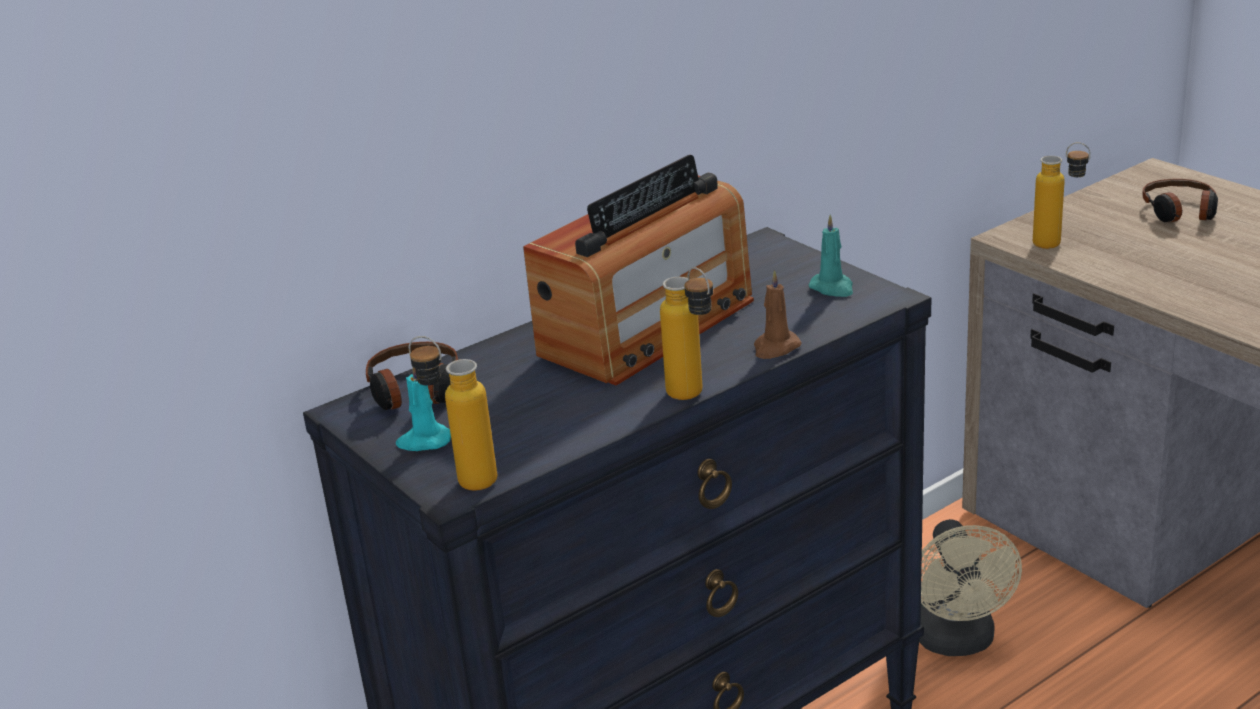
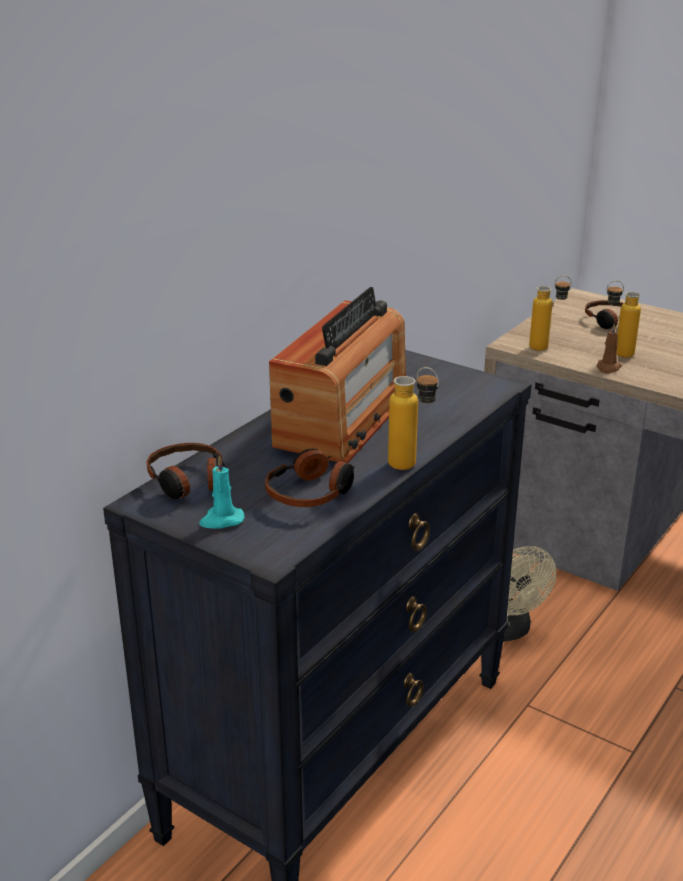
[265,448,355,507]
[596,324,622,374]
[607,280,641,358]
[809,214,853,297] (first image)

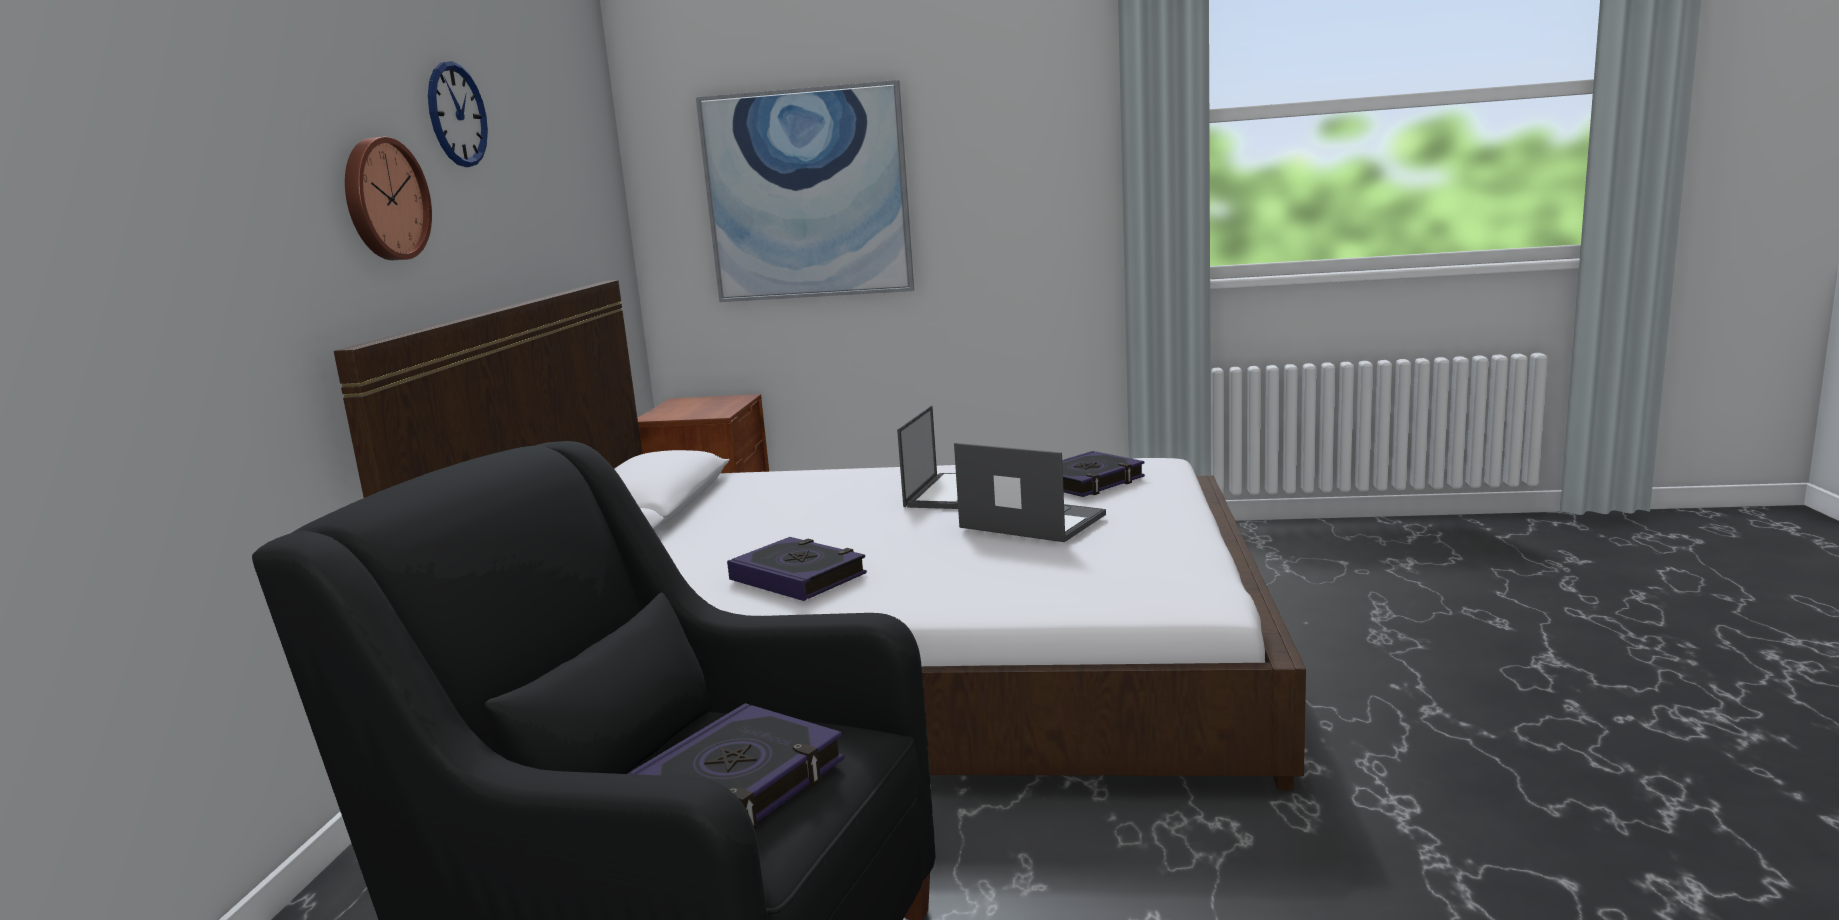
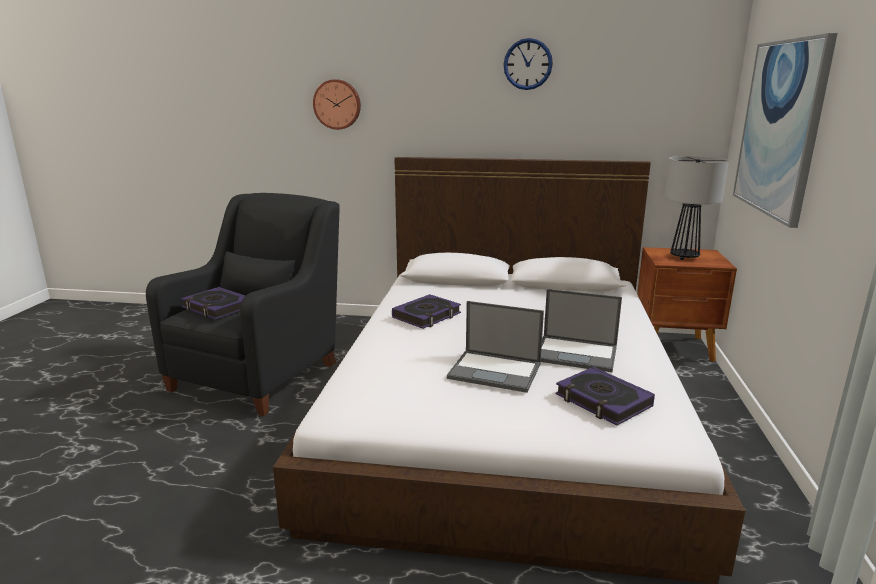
[313,79,361,130]
[447,301,544,393]
[664,156,729,260]

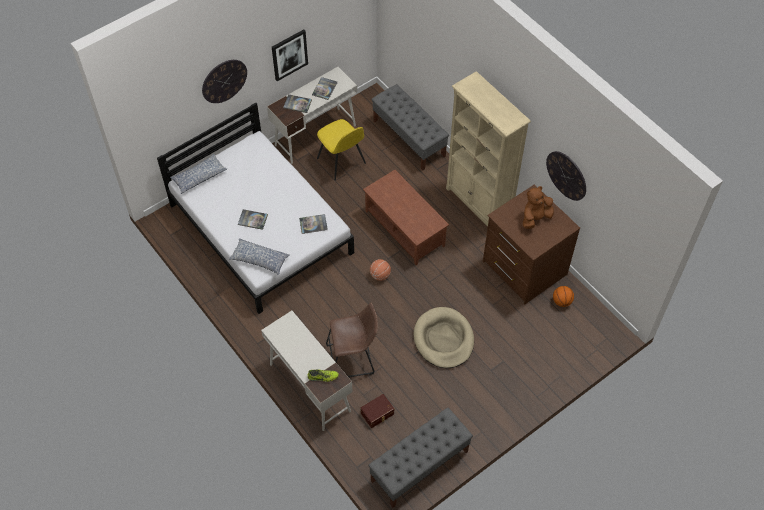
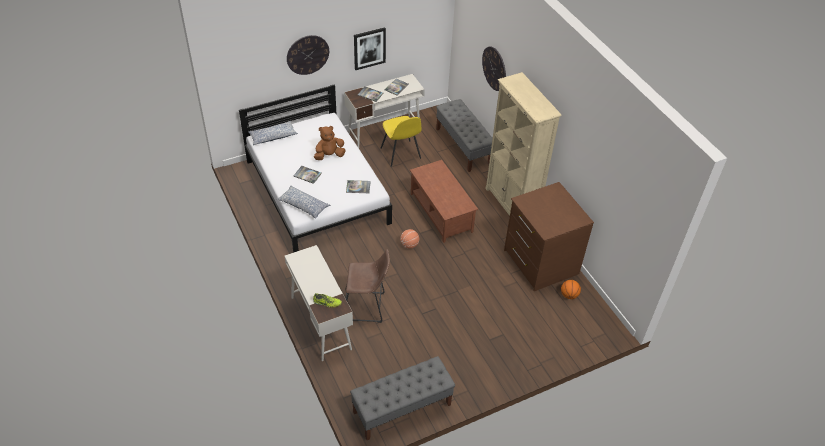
[314,126,346,160]
[482,46,506,91]
[361,394,394,428] (first image)
[414,307,474,368] (first image)

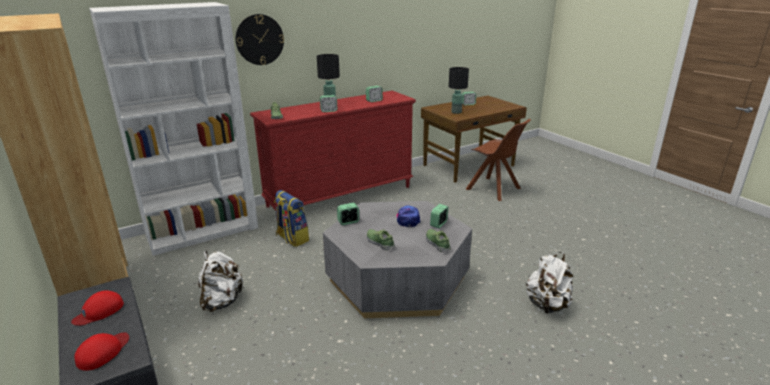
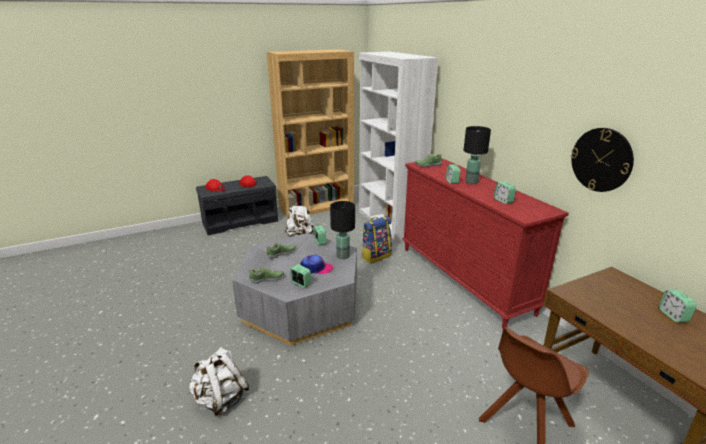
[330,201,355,259]
[571,128,634,192]

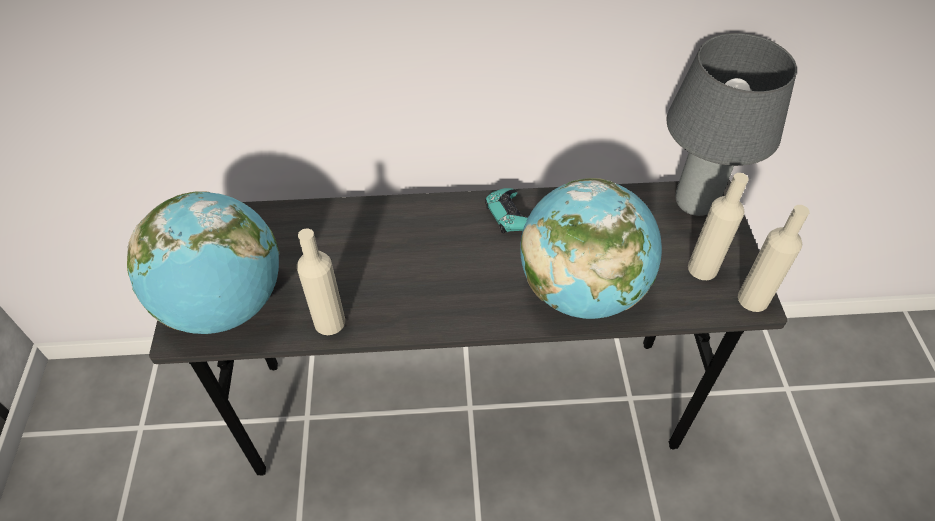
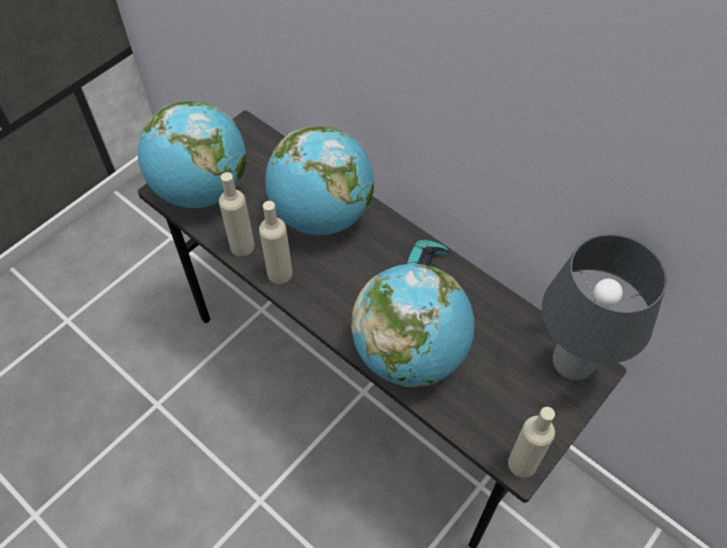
[259,201,292,284]
[265,126,374,235]

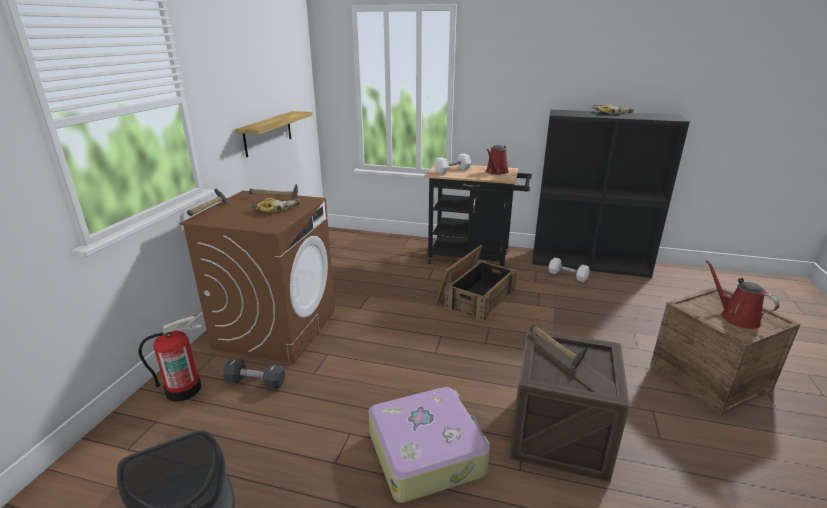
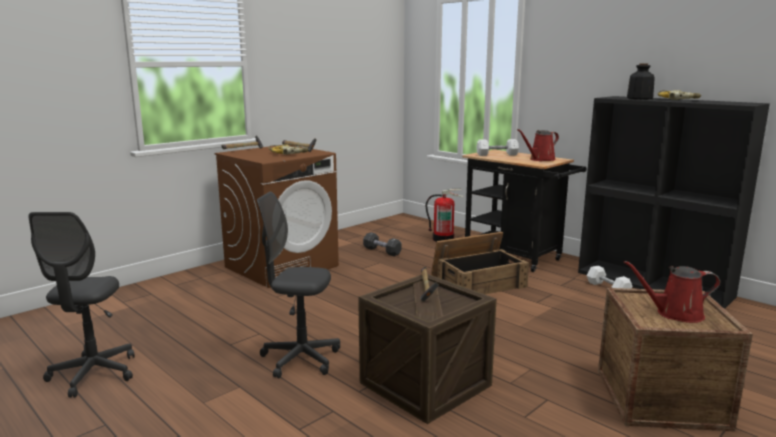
[257,192,340,378]
[363,232,402,256]
[426,188,464,242]
[624,261,720,323]
[627,63,655,99]
[235,111,313,157] (first image)

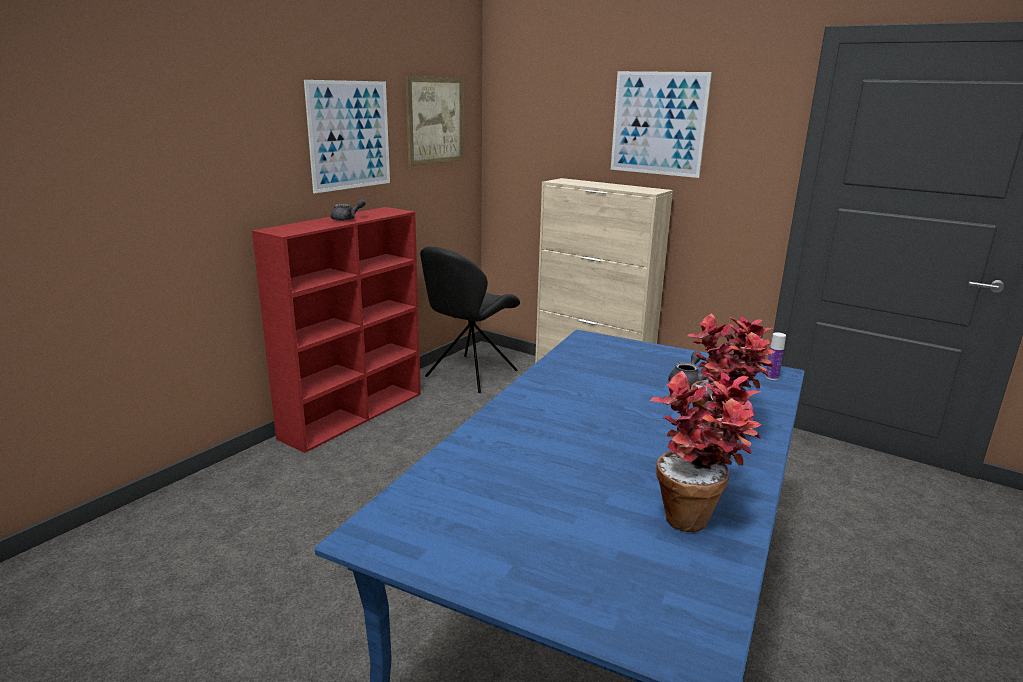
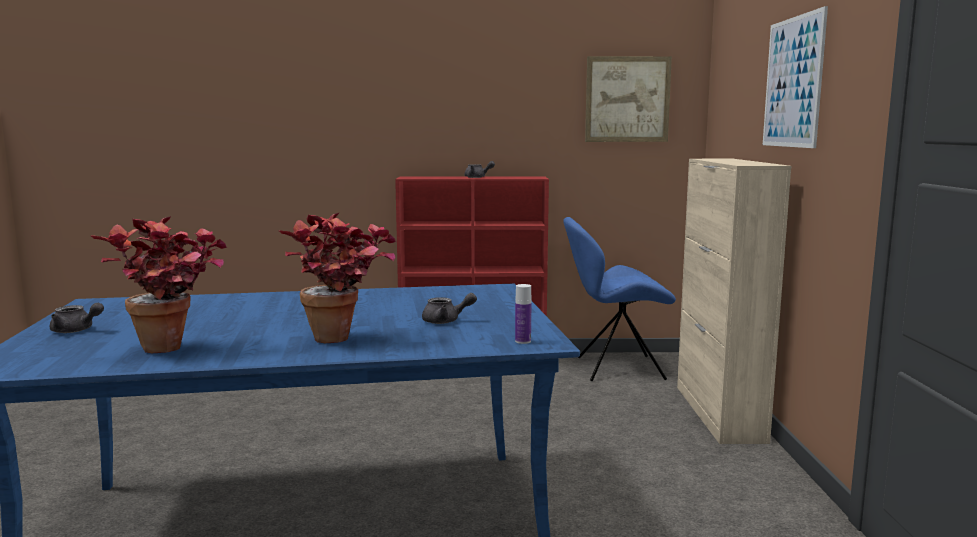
[49,303,104,333]
[563,217,676,381]
[304,80,390,193] (first image)

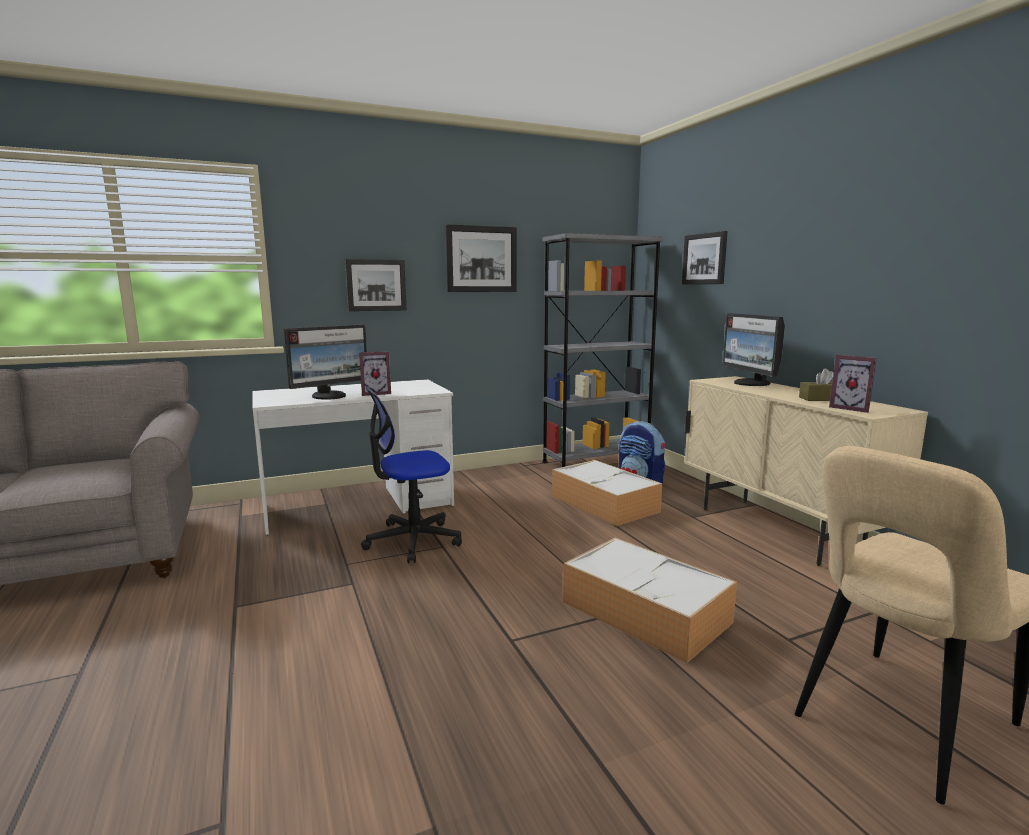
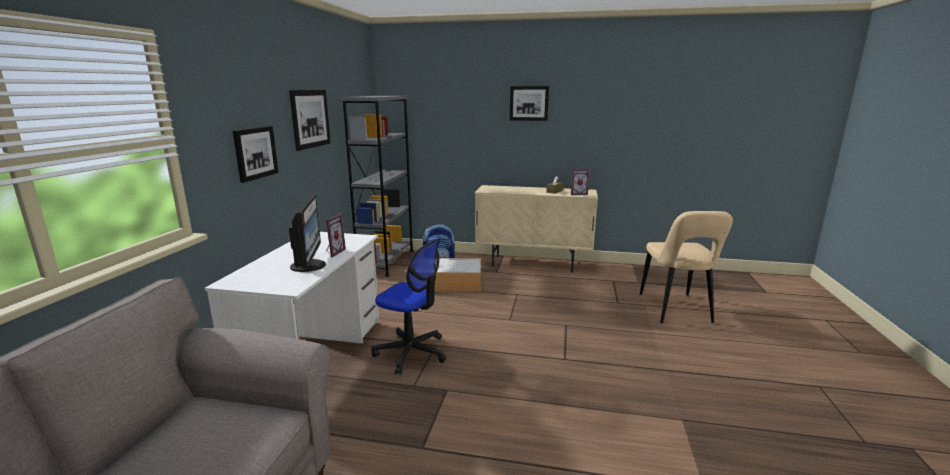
[372,237,447,375]
[510,86,549,121]
[563,538,737,663] (first image)
[722,313,785,386] (first image)

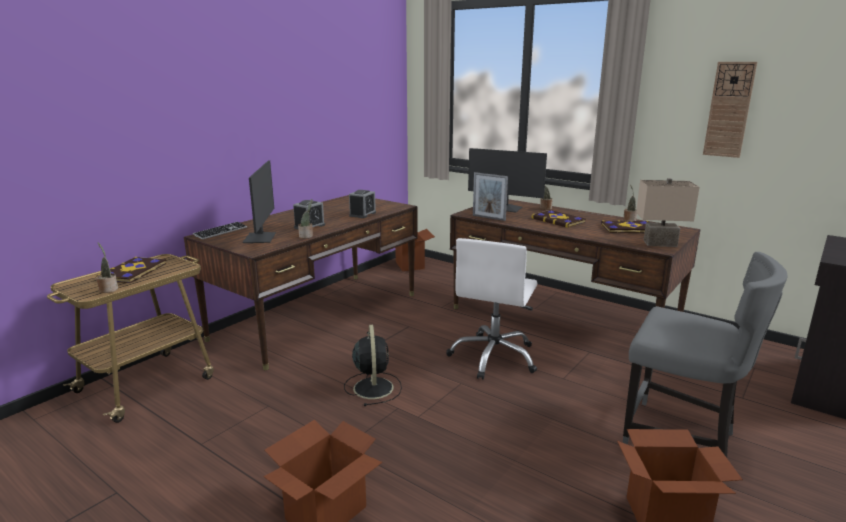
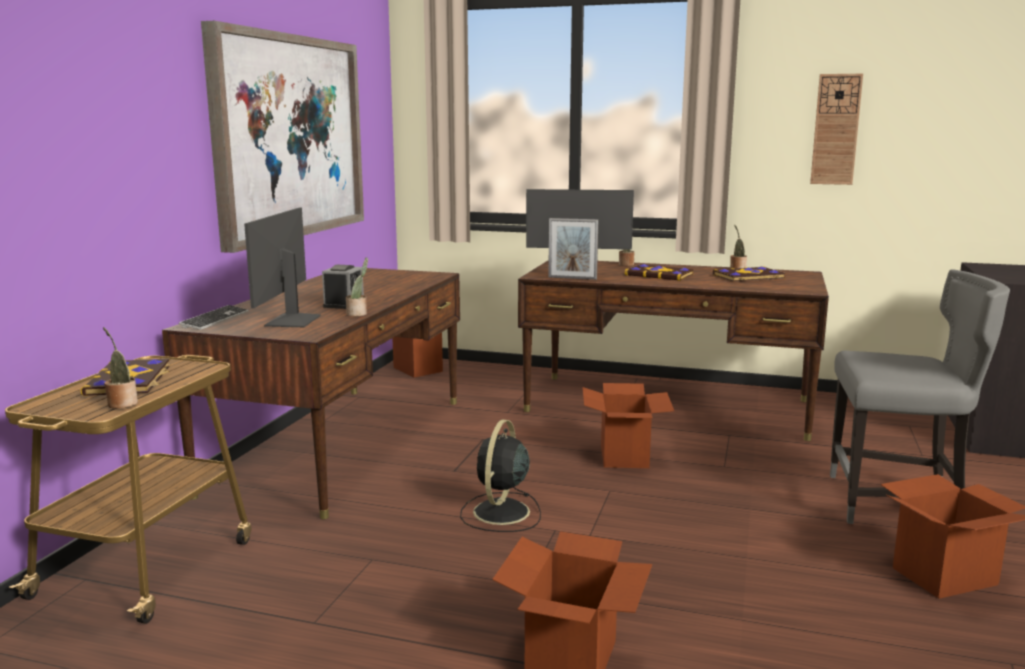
[201,21,364,253]
[244,207,321,327]
[460,419,541,532]
[582,383,674,468]
[349,190,376,218] (first image)
[636,178,700,247] (first image)

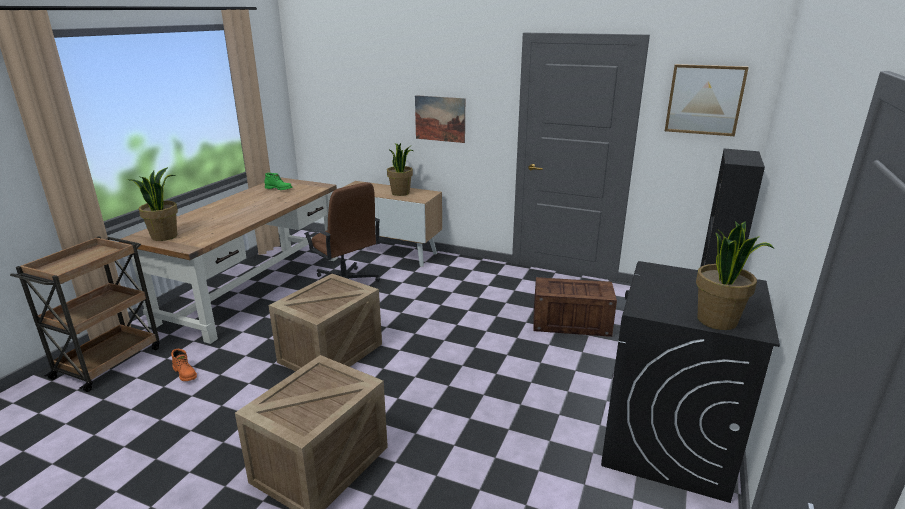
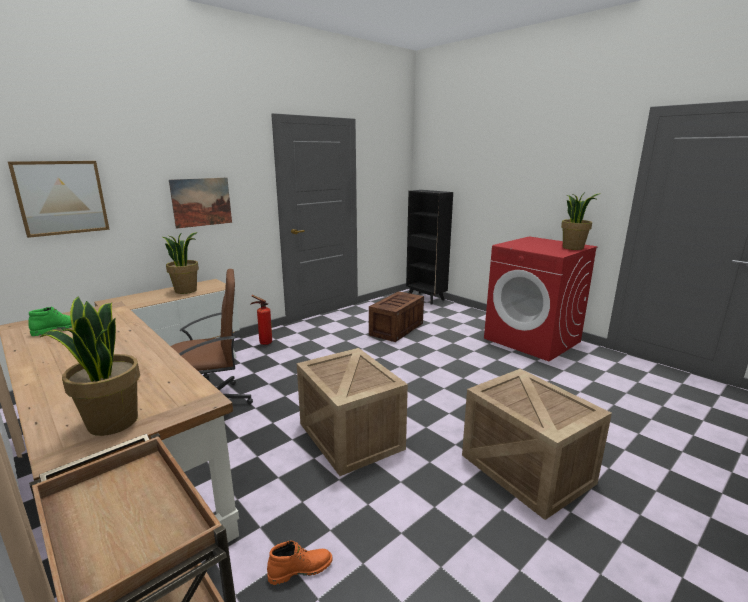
[8,161,110,238]
[250,295,272,345]
[484,236,598,361]

